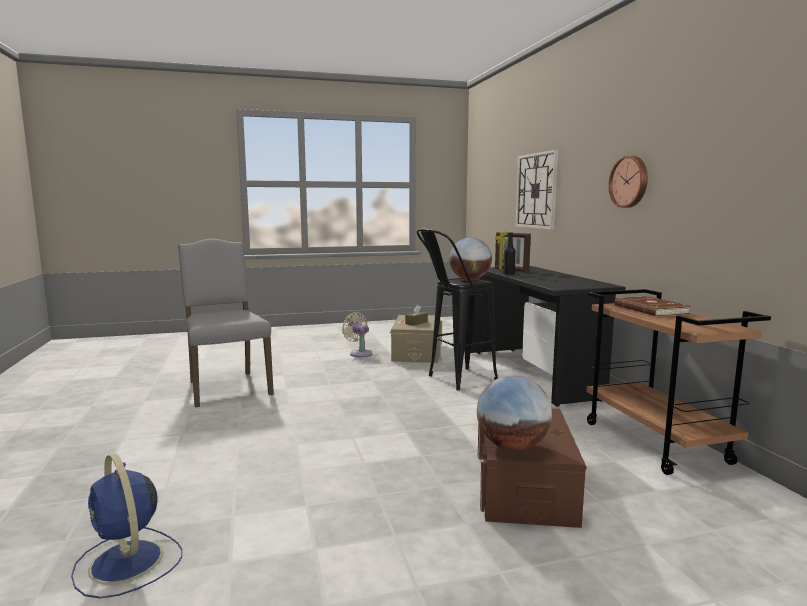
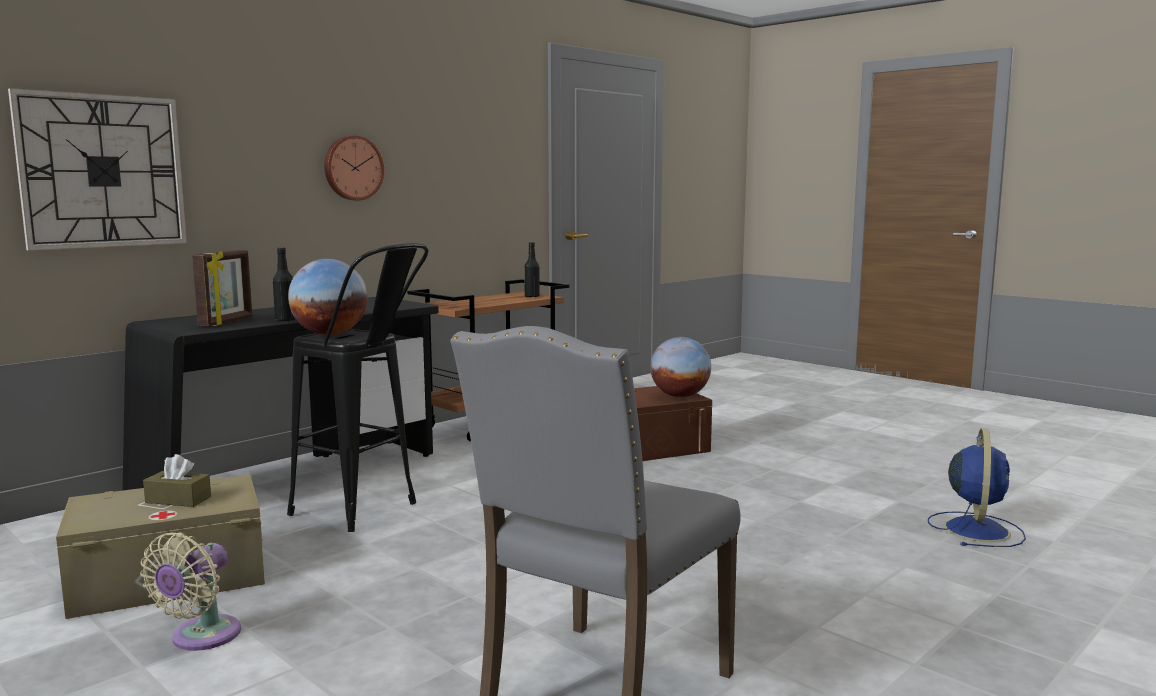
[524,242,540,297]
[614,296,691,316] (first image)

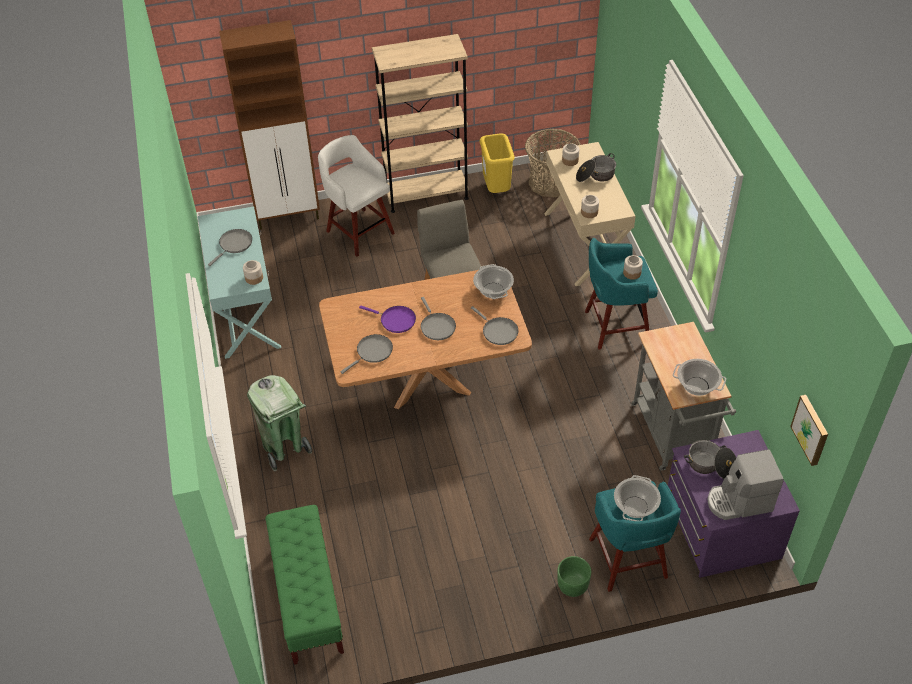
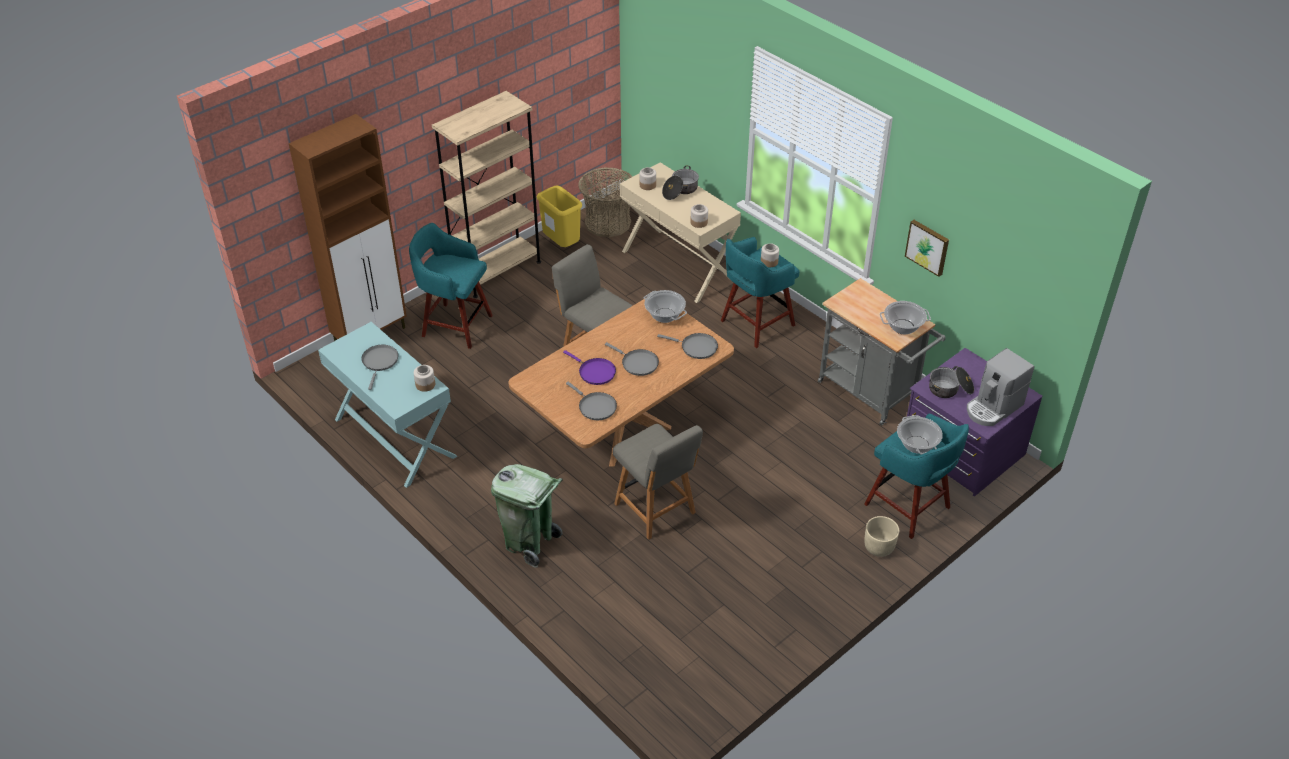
[409,223,493,349]
[563,350,616,385]
[566,382,617,420]
[613,424,703,540]
[865,516,899,557]
[905,220,949,277]
[265,505,344,665] (first image)

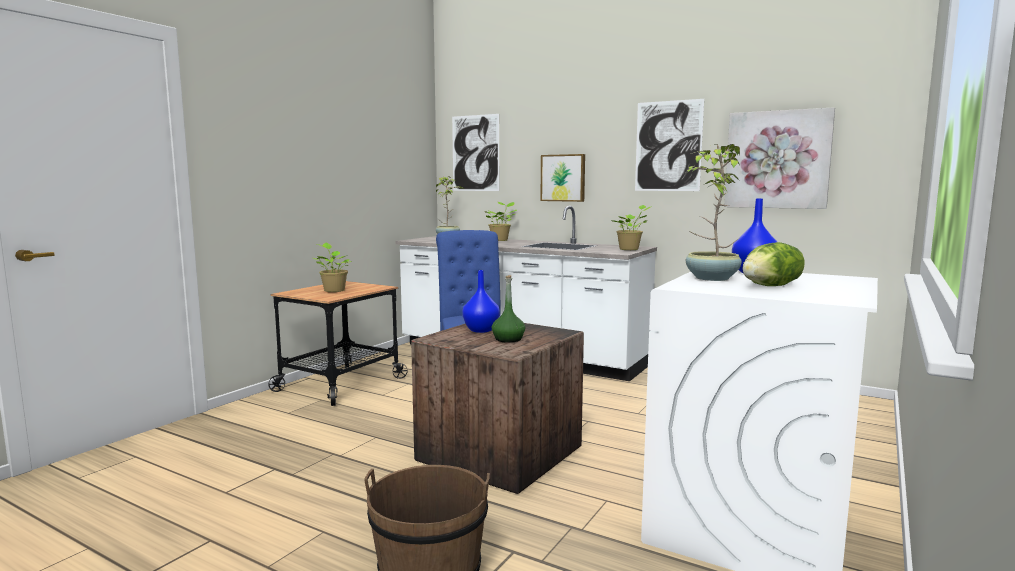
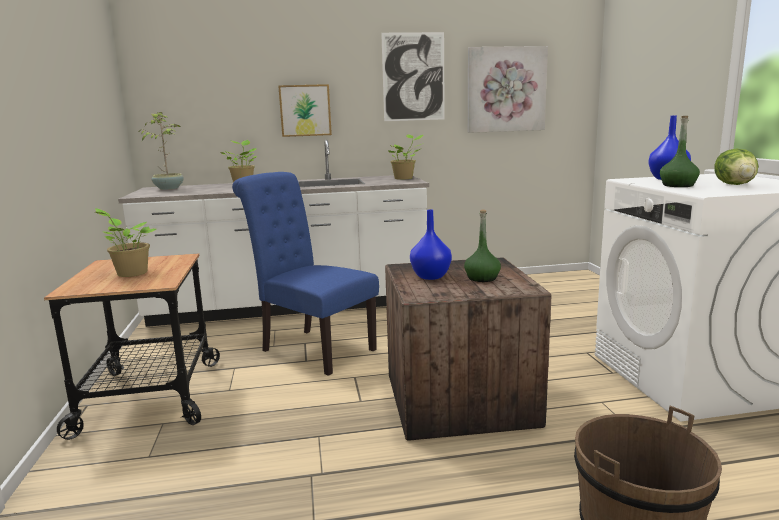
[660,116,700,187]
[452,114,499,191] (first image)

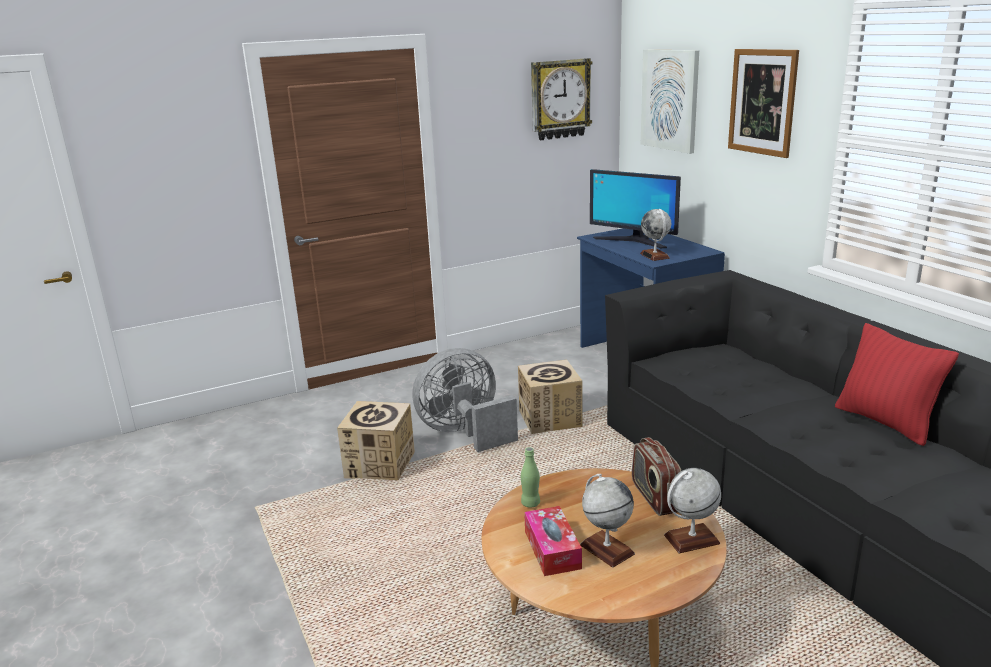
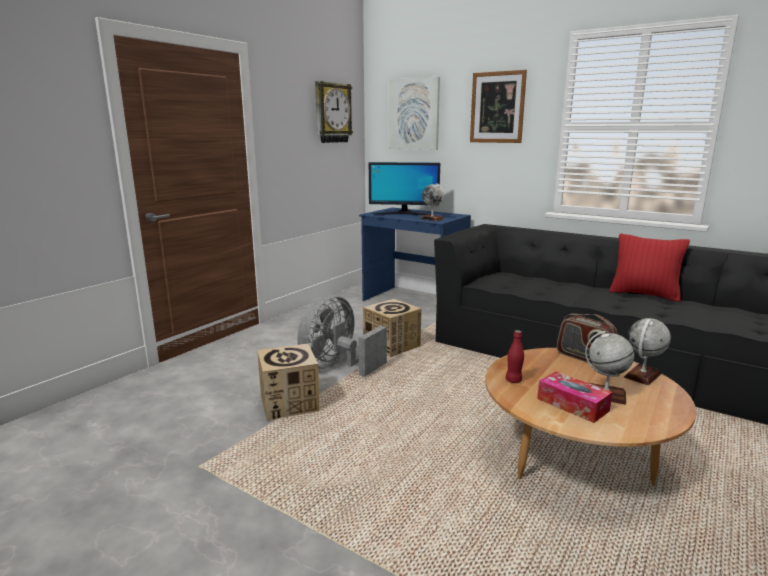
[506,330,524,383]

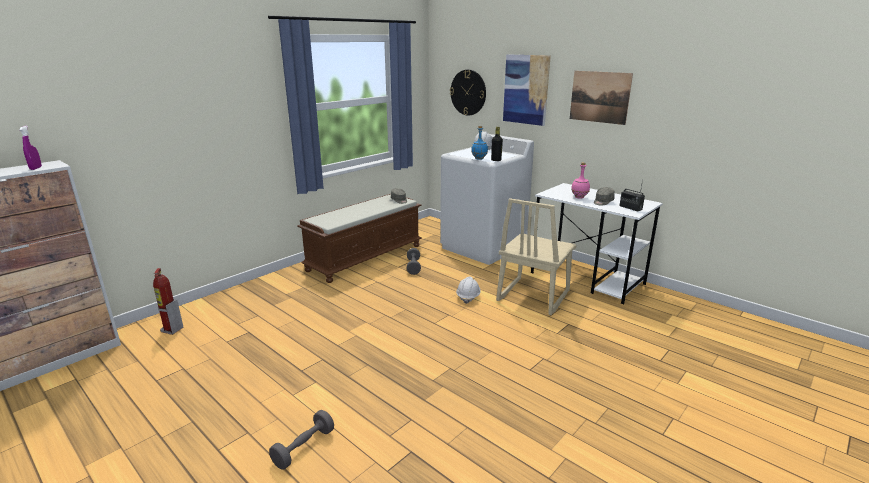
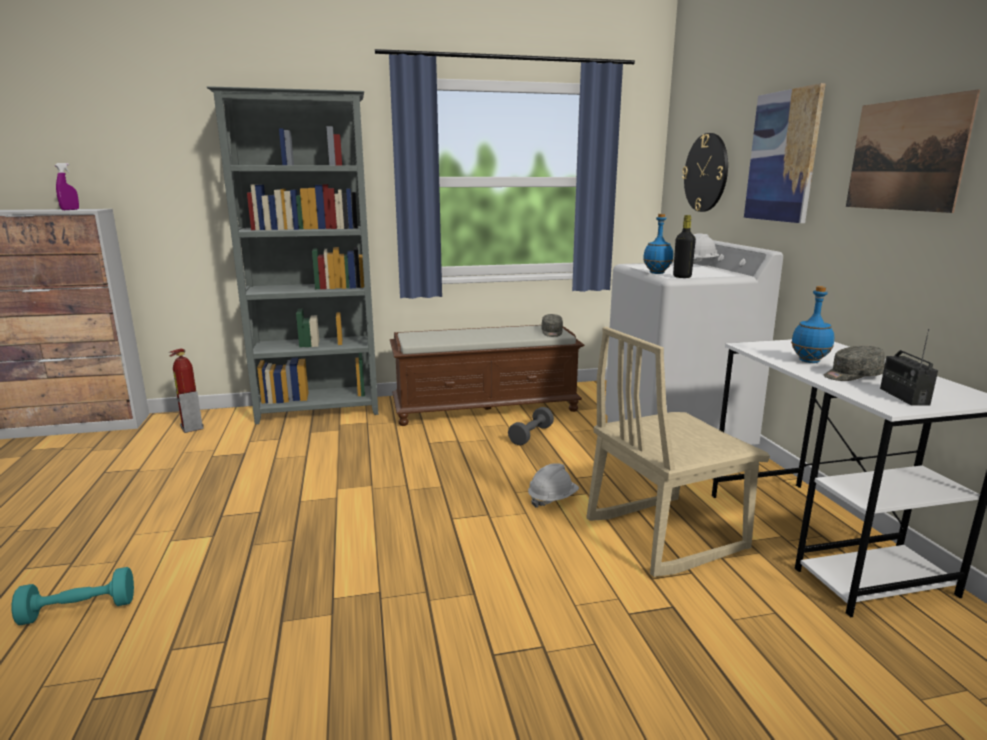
[12,567,134,626]
[207,86,378,424]
[791,286,834,363]

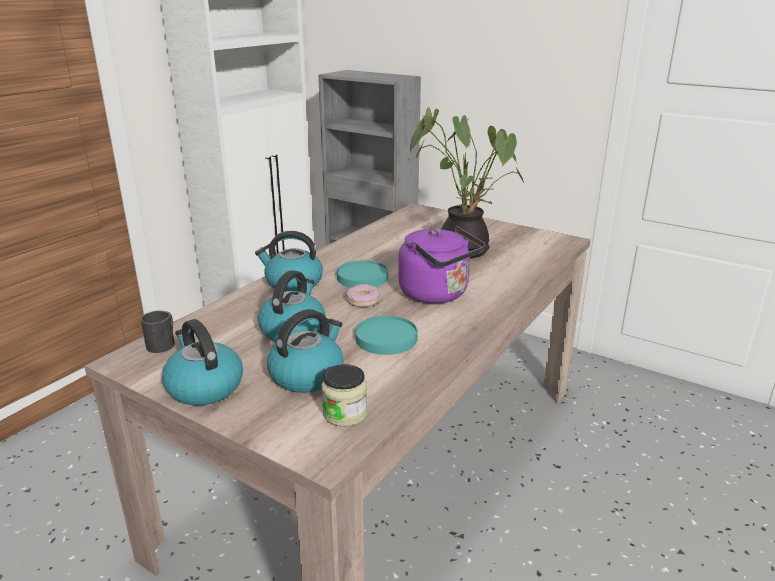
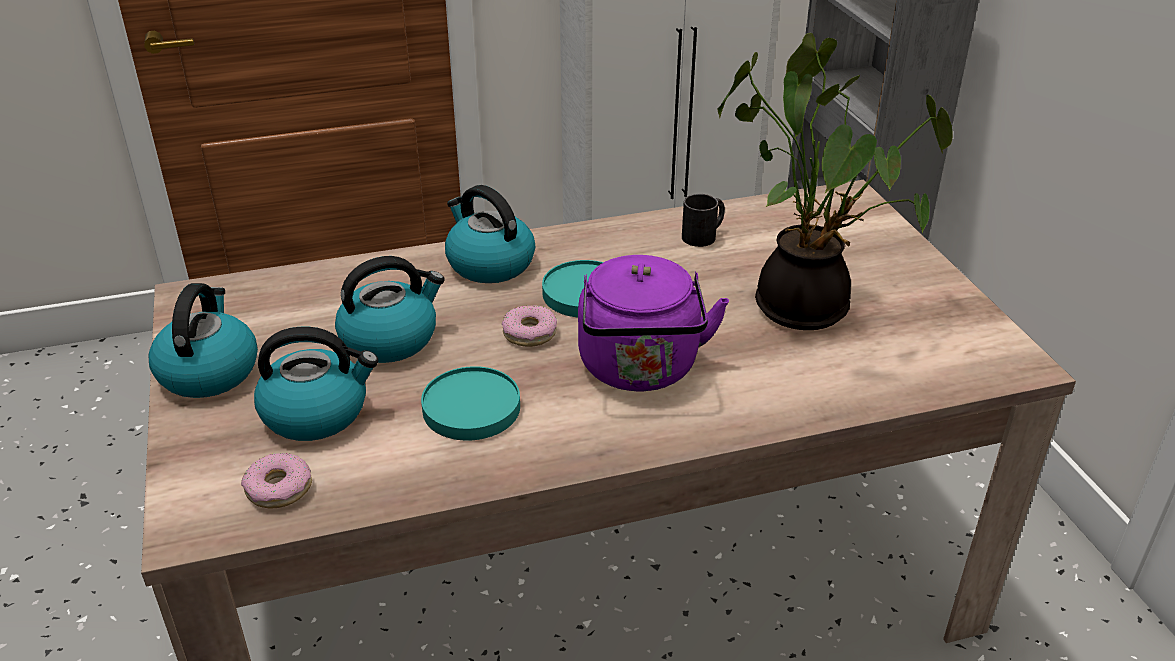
[241,453,312,508]
[682,194,725,247]

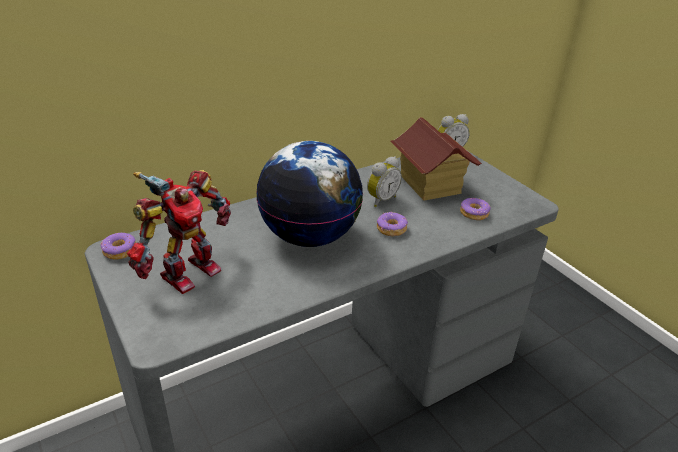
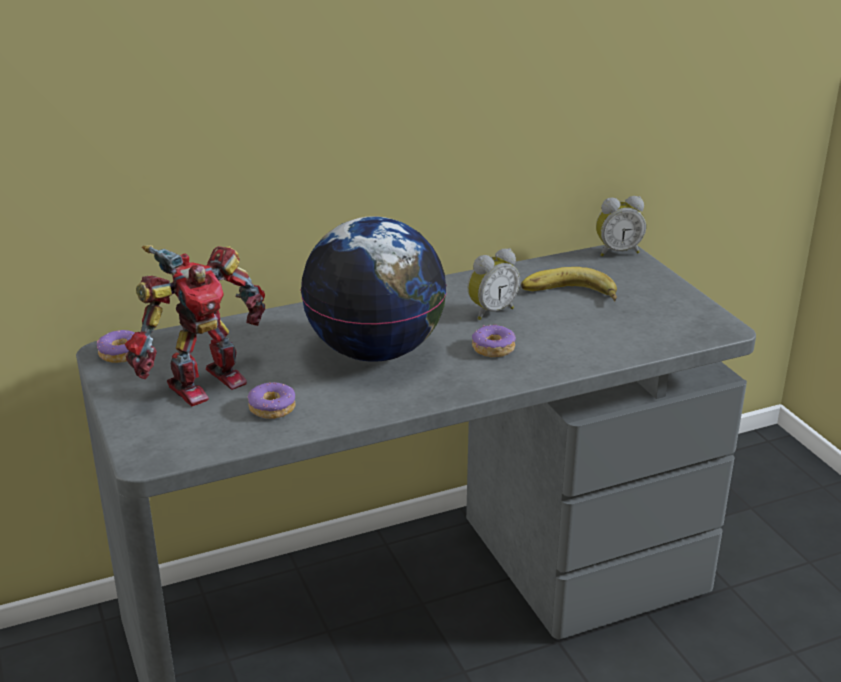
[247,382,296,419]
[521,267,617,302]

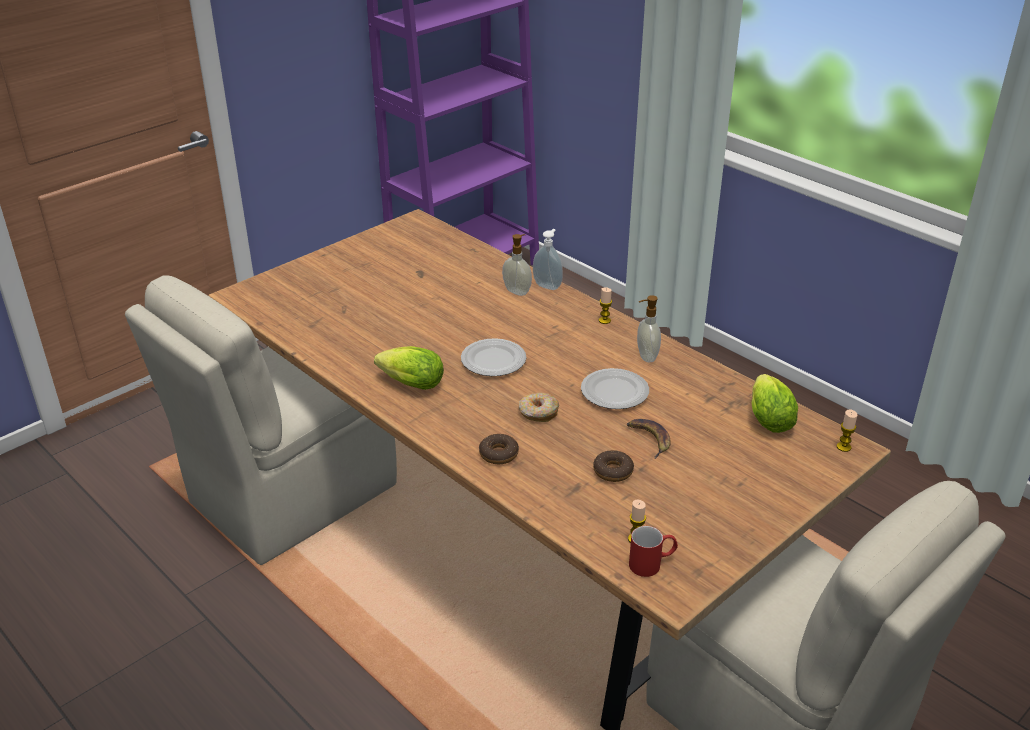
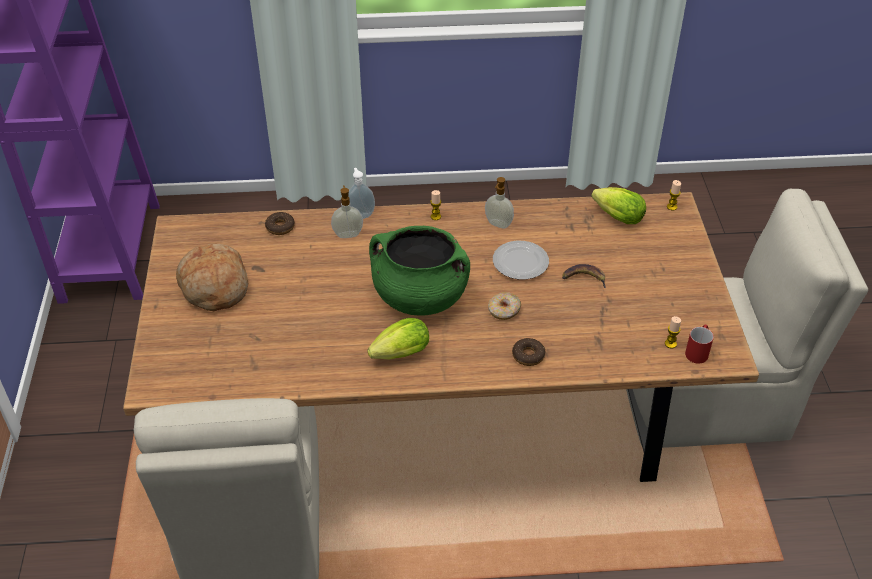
[176,244,248,311]
[265,212,295,235]
[369,226,470,316]

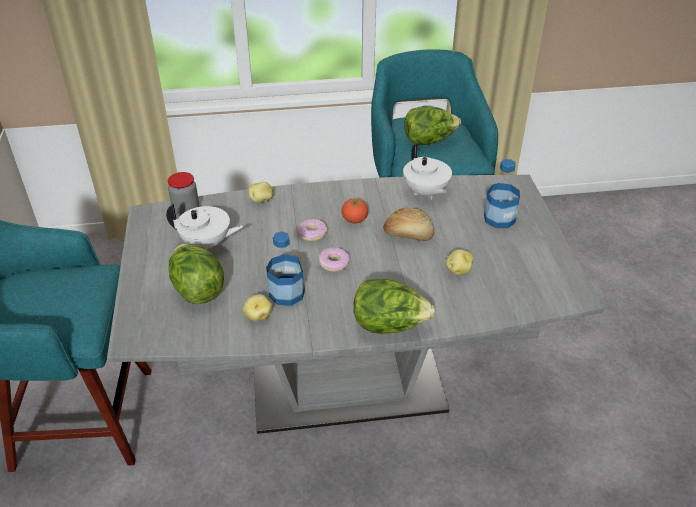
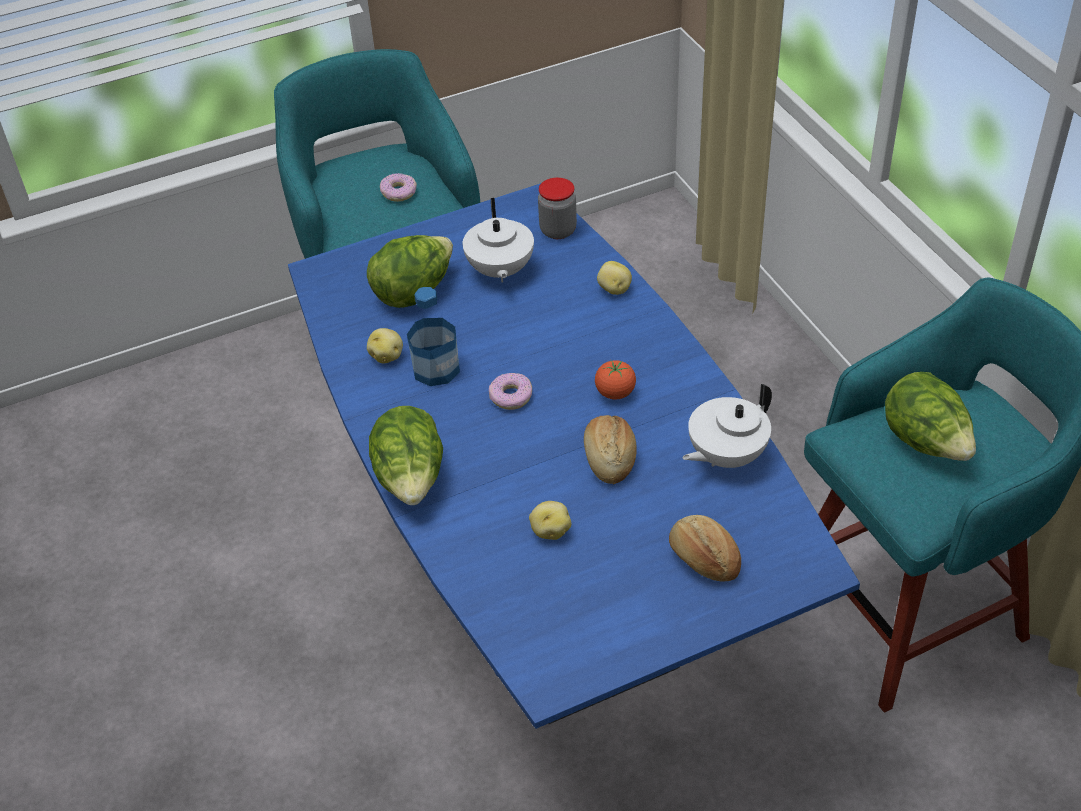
[288,183,860,729]
[380,173,417,202]
[669,515,741,582]

